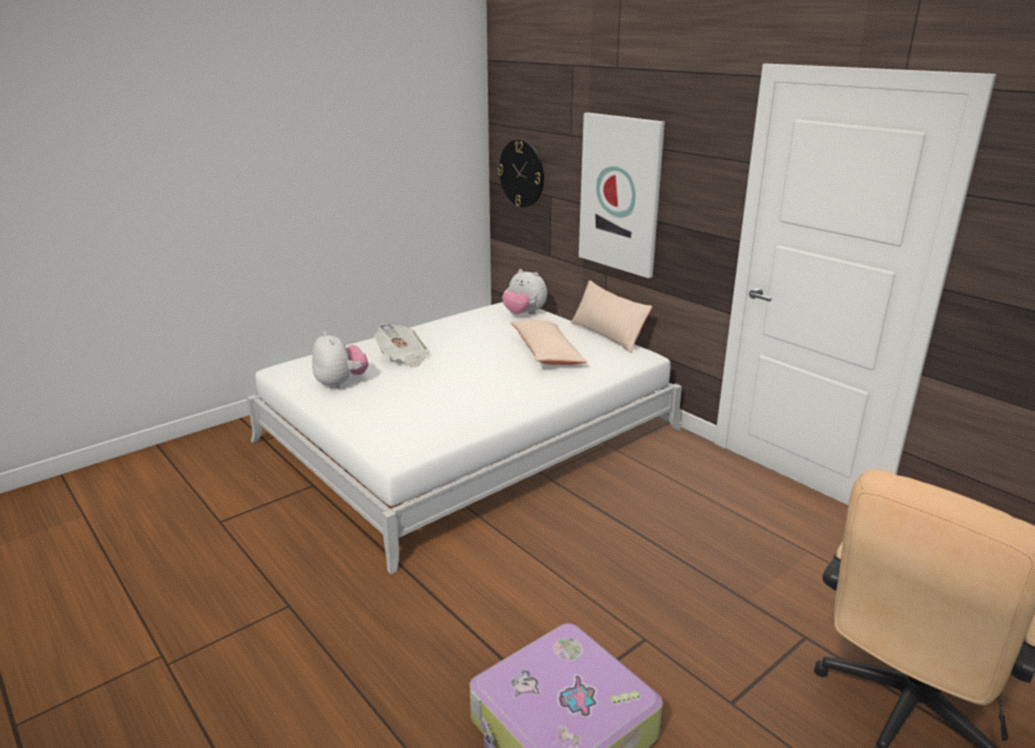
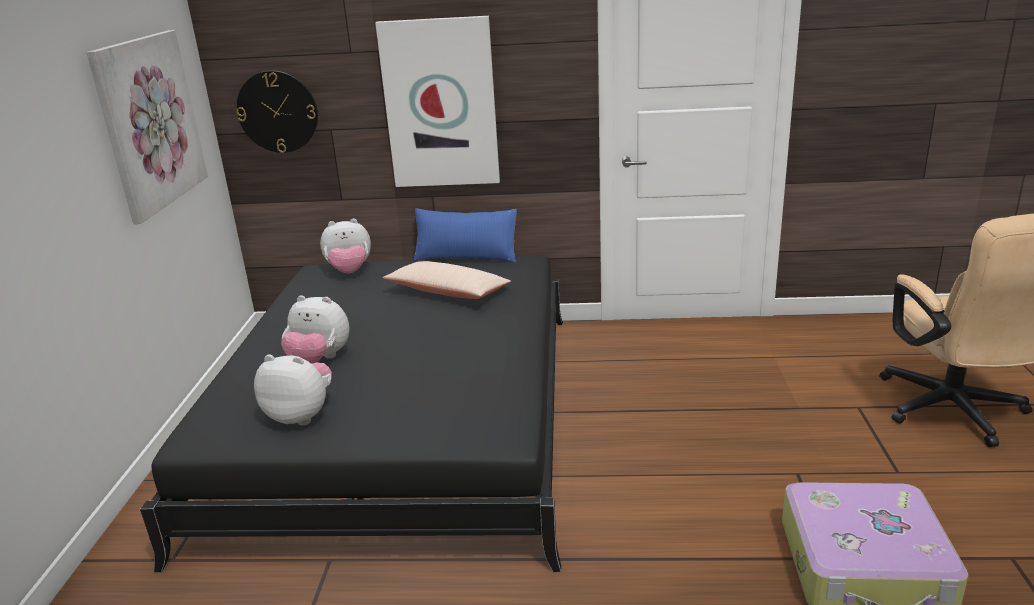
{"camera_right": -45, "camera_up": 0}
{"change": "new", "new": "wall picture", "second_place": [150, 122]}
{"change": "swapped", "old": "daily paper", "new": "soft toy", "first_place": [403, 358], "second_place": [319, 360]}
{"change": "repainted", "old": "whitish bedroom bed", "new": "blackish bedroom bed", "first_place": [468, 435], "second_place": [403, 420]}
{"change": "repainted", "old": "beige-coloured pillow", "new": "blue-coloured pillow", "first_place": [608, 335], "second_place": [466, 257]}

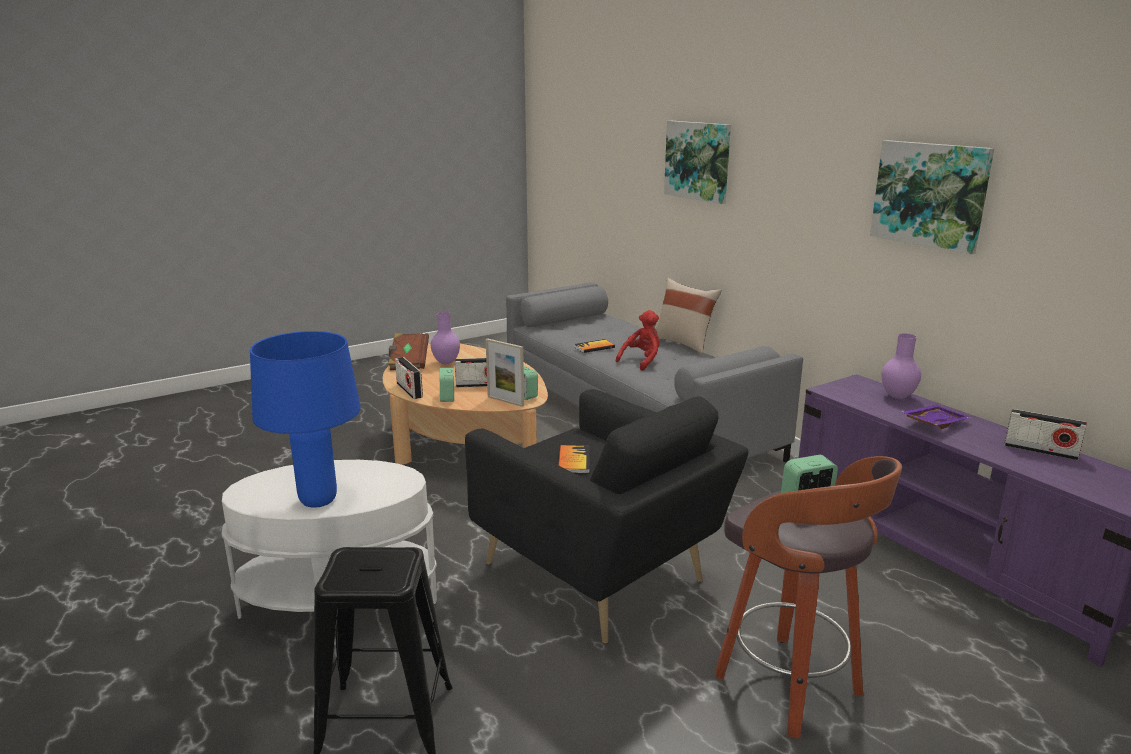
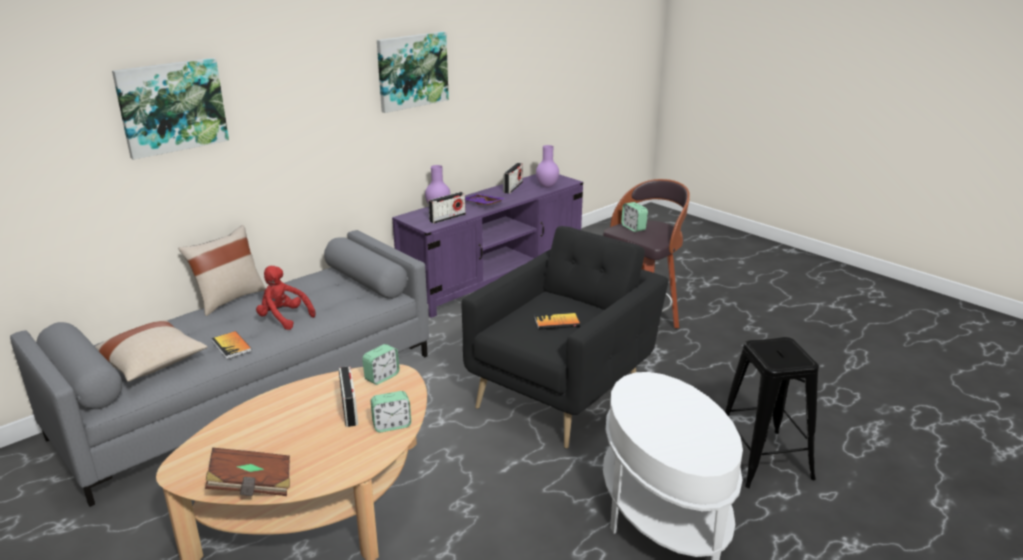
{"camera_right": -100, "camera_up": 5}
{"change": "gone", "old": "blue-coloured lamp for a table", "first_place": [319, 500]}
{"change": "gone", "old": "photo frame", "first_place": [505, 401]}
{"change": "new", "new": "beige-coloured pillow", "second_place": [151, 364]}
{"change": "shifted", "old": "radio receiver", "first_place": [409, 390], "second_place": [447, 218]}
{"change": "shifted", "old": "purple flower vase", "first_place": [445, 363], "second_place": [547, 186]}

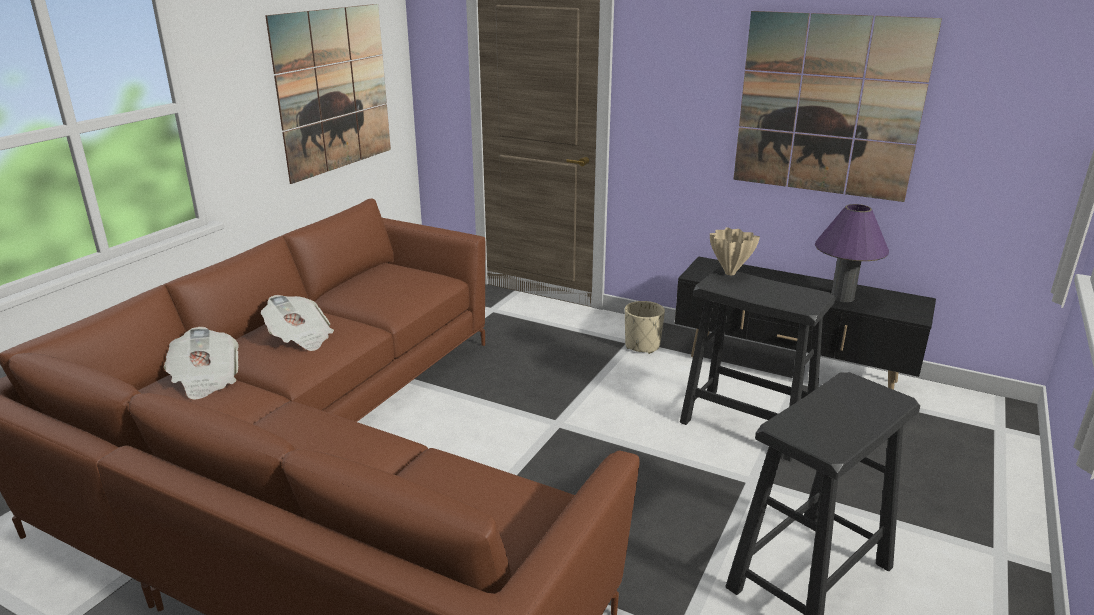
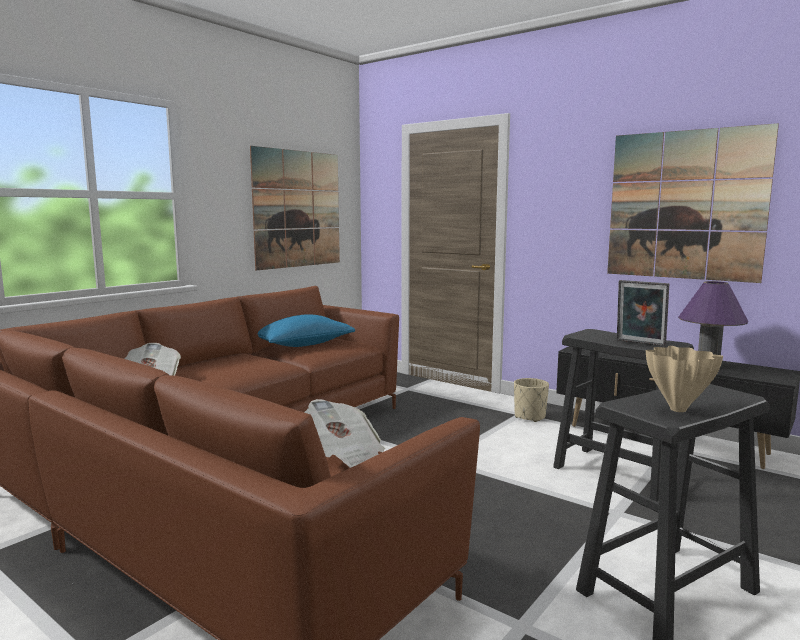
{"camera_right": 10, "camera_up": -15}
{"change": "new", "new": "blue-coloured pillow", "second_place": [303, 345]}
{"change": "new", "new": "photo frame", "second_place": [639, 343]}
{"change": "shifted", "old": "daily paper", "first_place": [300, 338], "second_place": [343, 455]}
{"change": "shifted", "old": "beige-coloured flower vase", "first_place": [729, 273], "second_place": [676, 409]}

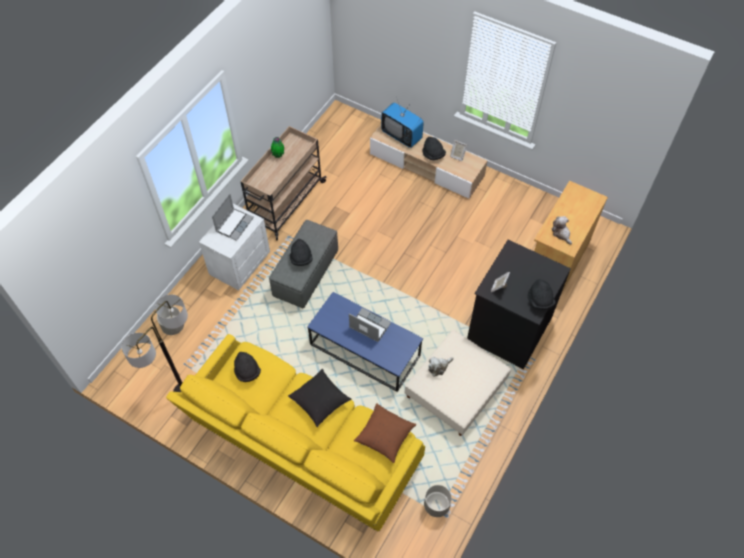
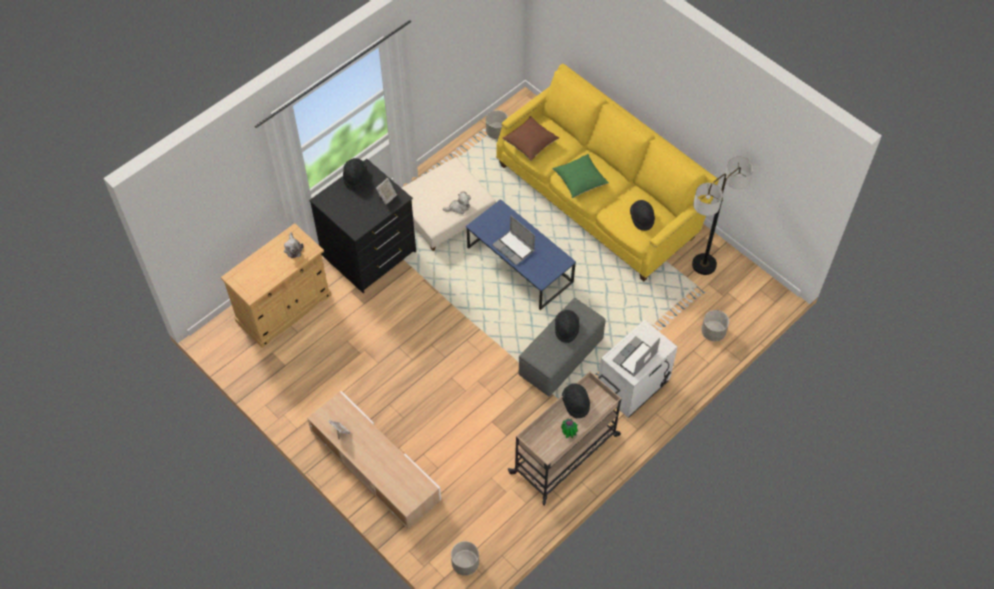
{"camera_right": -165, "camera_up": 0}
{"change": "gone", "old": "TV", "first_place": [401, 135]}
{"change": "new", "new": "gray planter", "second_place": [465, 564]}
{"change": "shifted", "old": "blackish clothing hat", "first_place": [433, 155], "second_place": [576, 403]}
{"change": "repainted", "old": "blackish pillow", "new": "greenish pillow", "first_place": [320, 401], "second_place": [580, 181]}

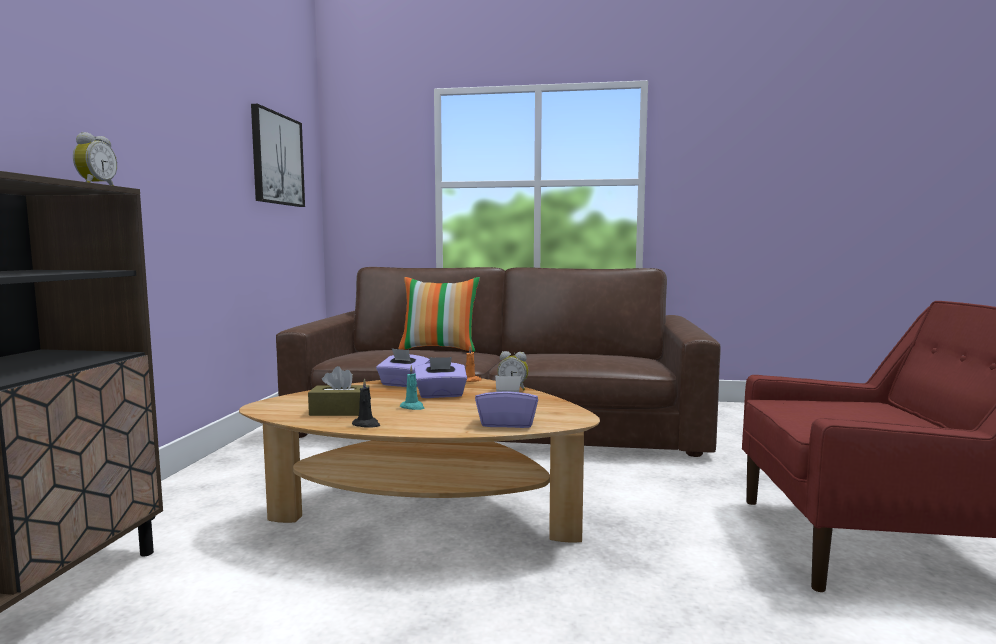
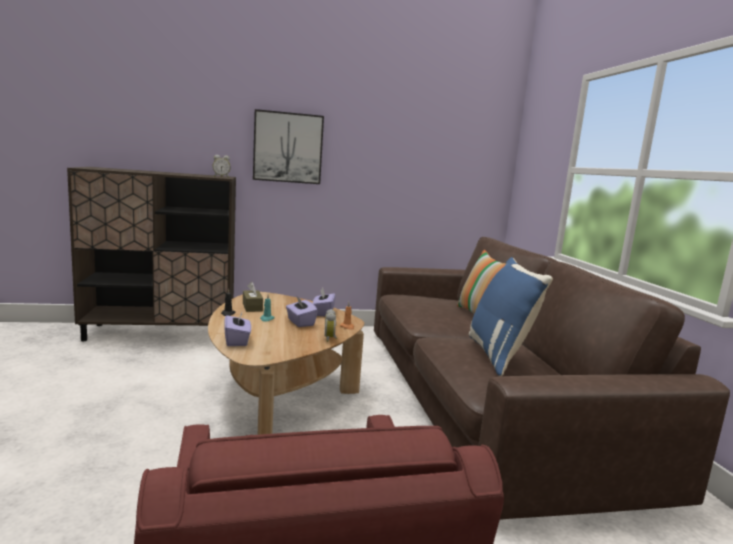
{"camera_right": 70, "camera_up": 5}
{"change": "new", "new": "blue-coloured pillow", "second_place": [499, 355]}
{"change": "shifted", "old": "wall picture", "first_place": [277, 159], "second_place": [288, 147]}

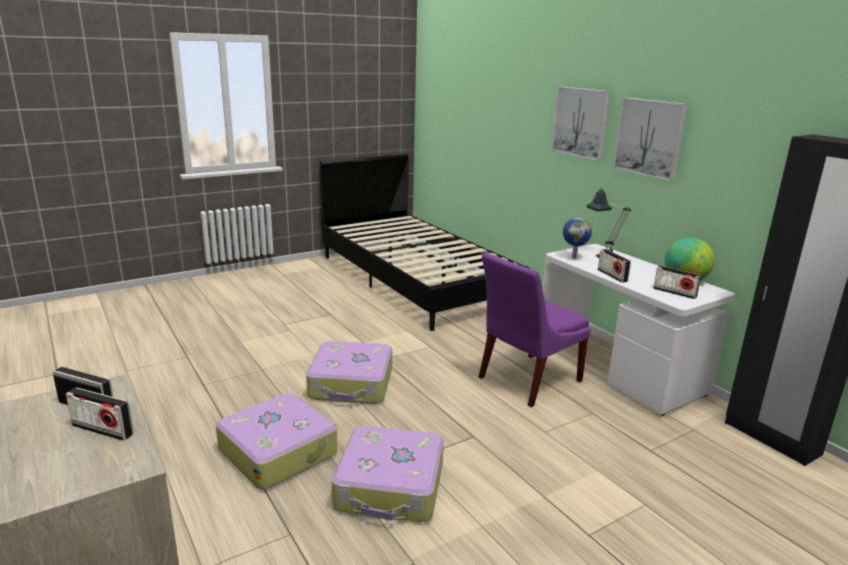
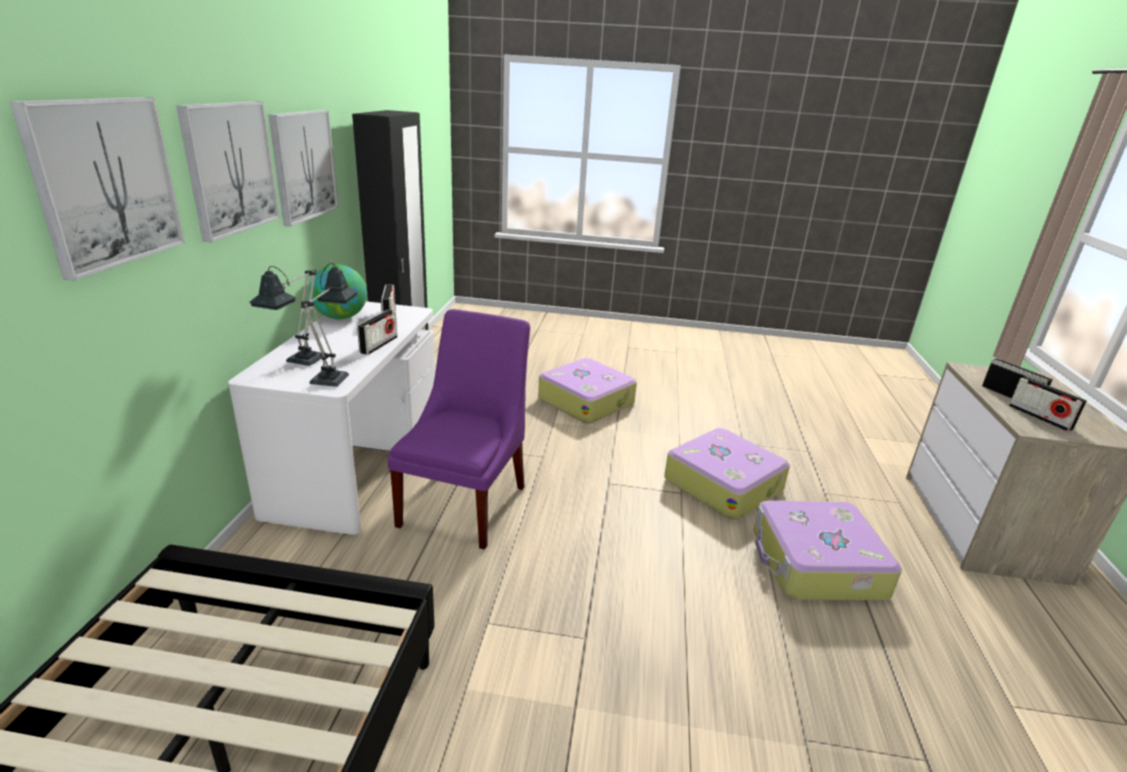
{"camera_right": -140, "camera_up": 5}
{"change": "new", "new": "wall picture", "second_place": [303, 165]}
{"change": "shifted", "old": "piece of luggage", "first_place": [352, 384], "second_place": [586, 401]}
{"change": "swapped", "old": "desk globe", "new": "lamp for a table", "first_place": [574, 257], "second_place": [333, 377]}
{"change": "rotated", "old": "purple upright chair", "first_place": [526, 380], "second_place": [466, 502], "degrees": -75}

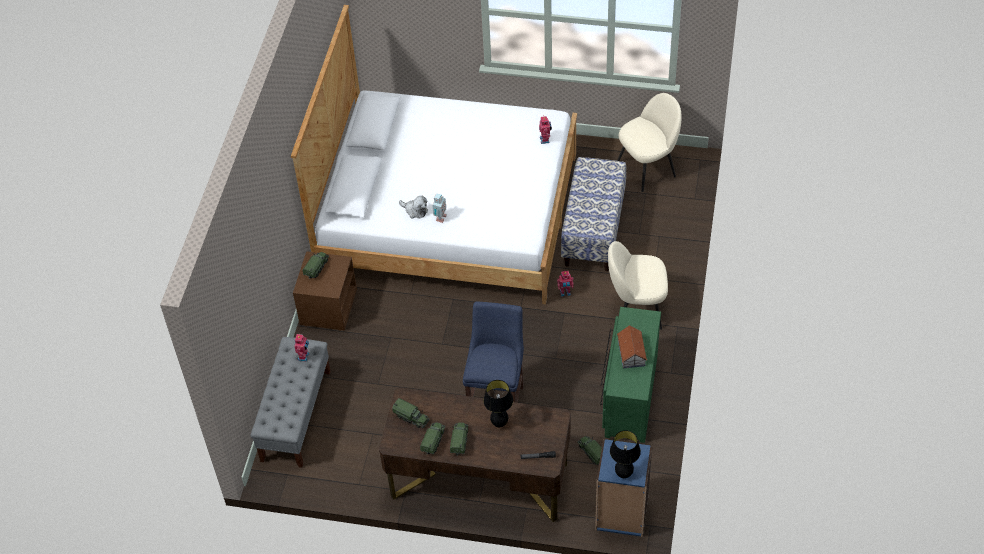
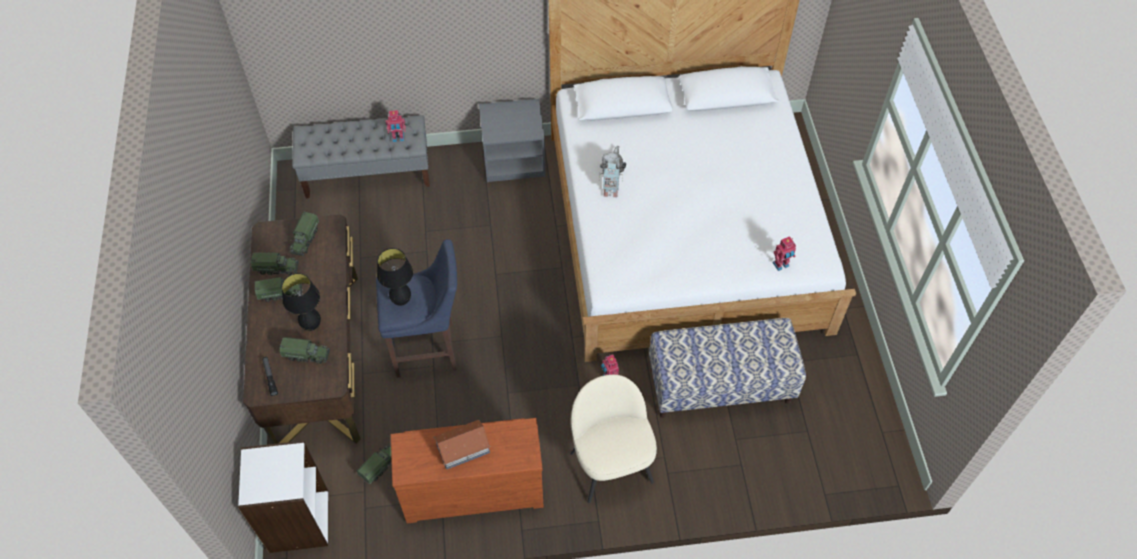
{"camera_right": 70, "camera_up": 5}
{"change": "gone", "old": "beige-coloured upright chair", "first_place": [648, 168]}
{"change": "shifted", "old": "model truck", "first_place": [316, 267], "second_place": [306, 354]}
{"change": "shifted", "old": "blackish lamp for a table", "first_place": [623, 474], "second_place": [401, 301]}
{"change": "repainted", "old": "brown-coloured night table", "new": "gray night table", "first_place": [328, 306], "second_place": [514, 159]}
{"change": "repainted", "old": "blue-coloured bookcase", "new": "whitish bookcase", "first_place": [621, 514], "second_place": [298, 521]}
{"change": "repainted", "old": "greenish drawer chest", "new": "brown-coloured drawer chest", "first_place": [628, 395], "second_place": [473, 487]}

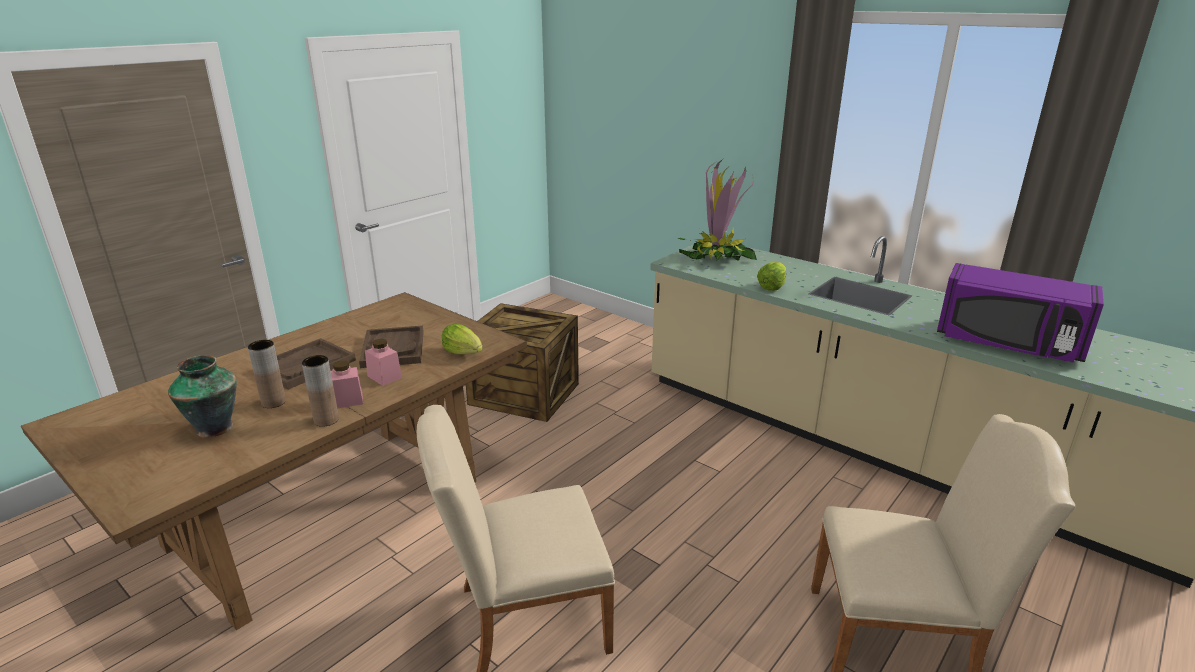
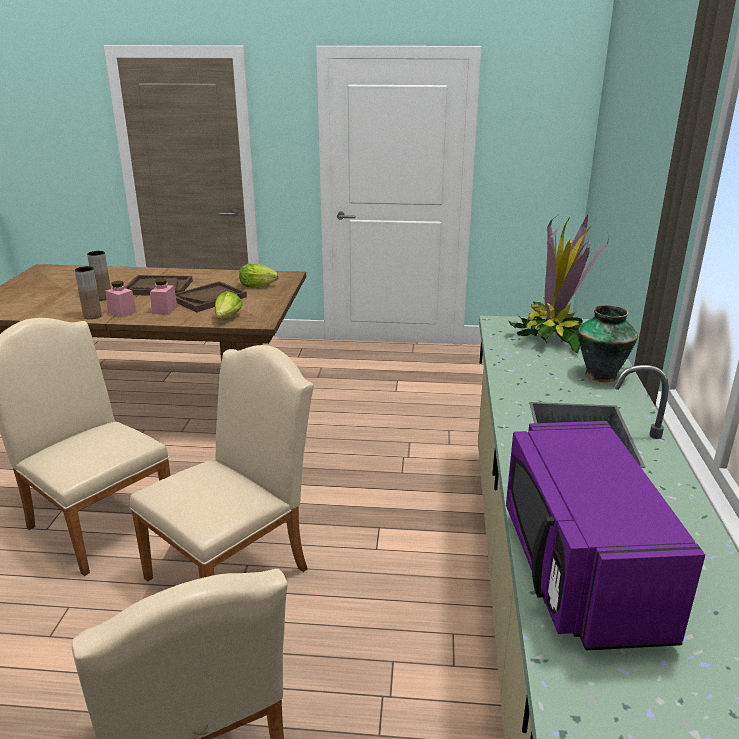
{"camera_right": 55, "camera_up": 0}
{"change": "gone", "old": "crate", "first_place": [525, 393]}
{"change": "new", "new": "beige-coloured upright chair", "second_place": [236, 568]}
{"change": "shifted", "old": "flower vase", "first_place": [215, 427], "second_place": [602, 375]}
{"change": "shifted", "old": "head of lettuce", "first_place": [771, 287], "second_place": [257, 286]}

